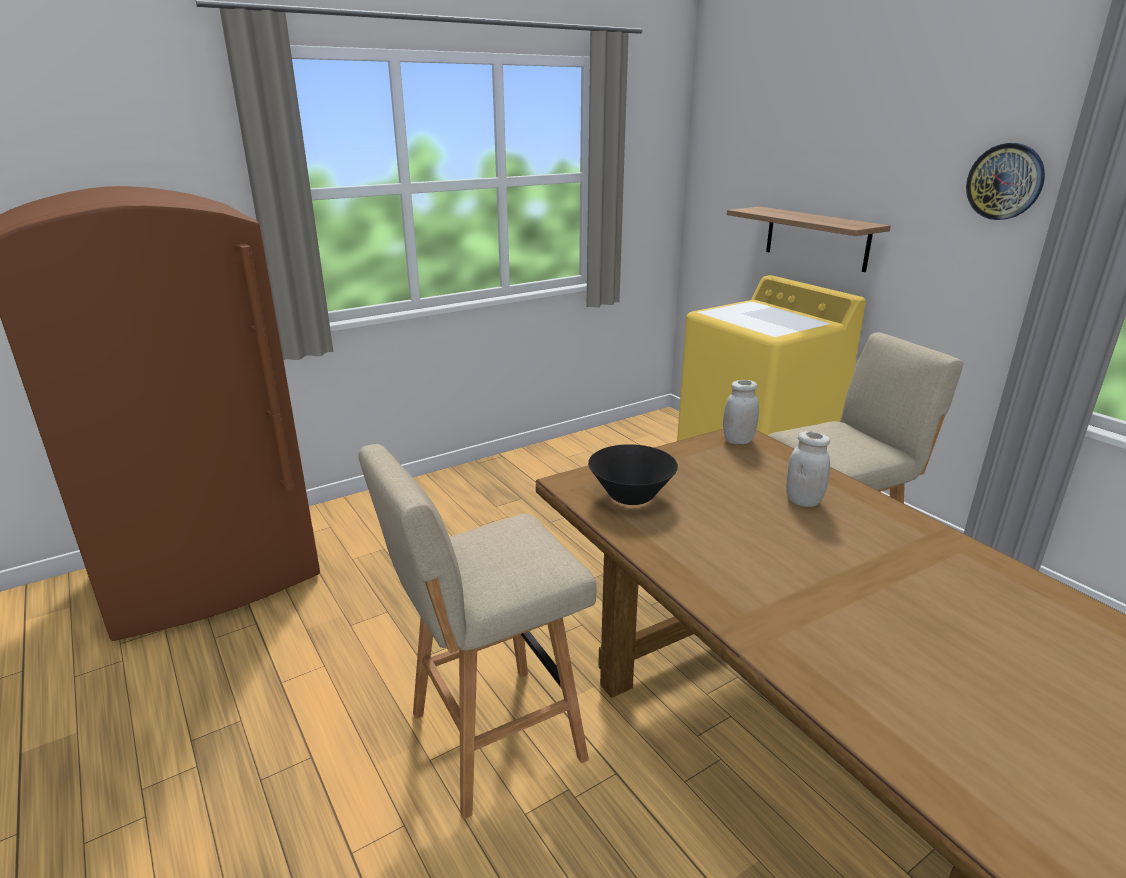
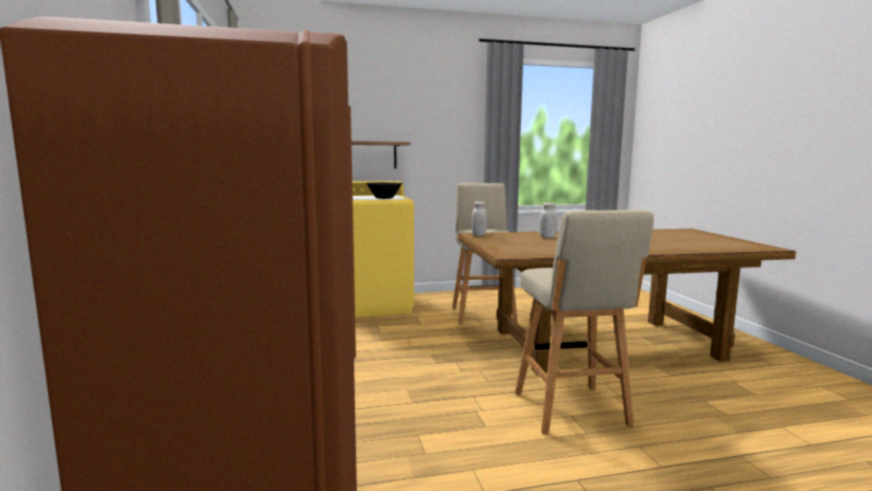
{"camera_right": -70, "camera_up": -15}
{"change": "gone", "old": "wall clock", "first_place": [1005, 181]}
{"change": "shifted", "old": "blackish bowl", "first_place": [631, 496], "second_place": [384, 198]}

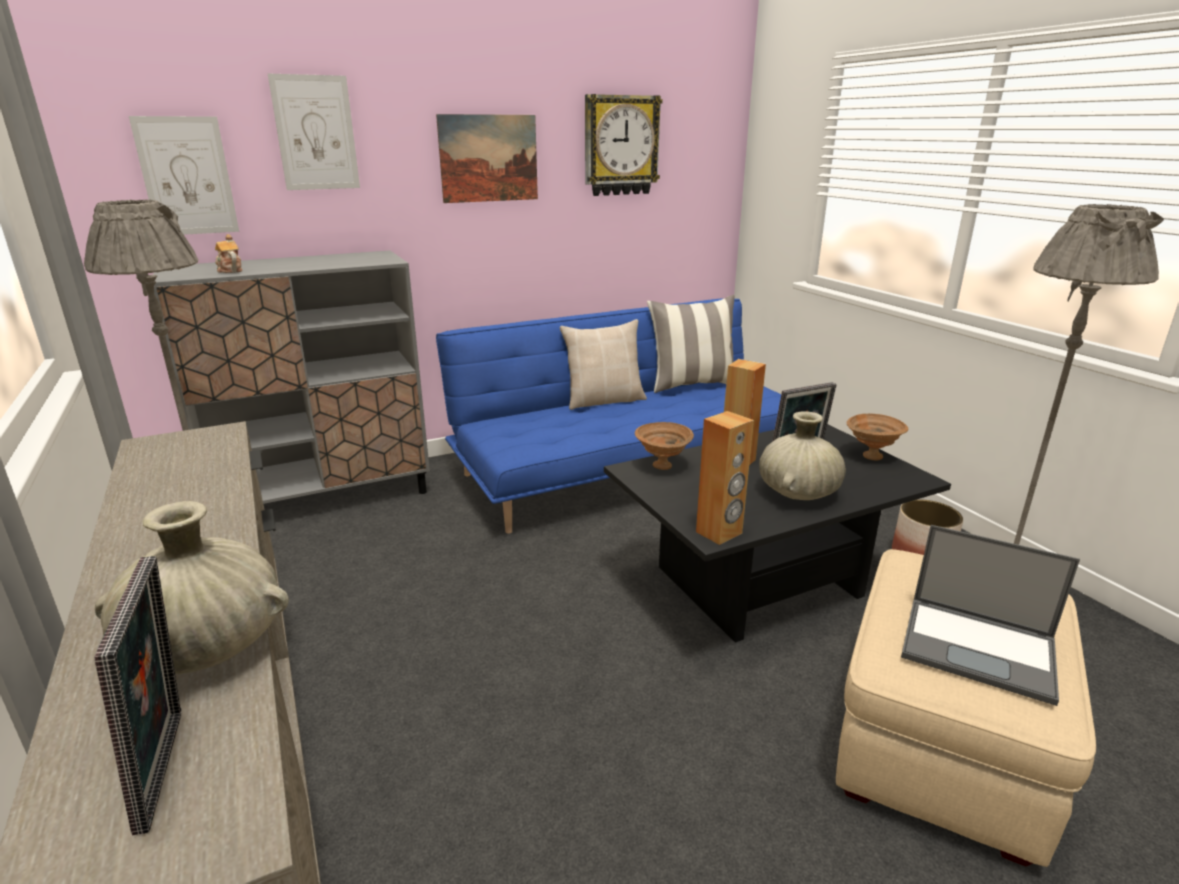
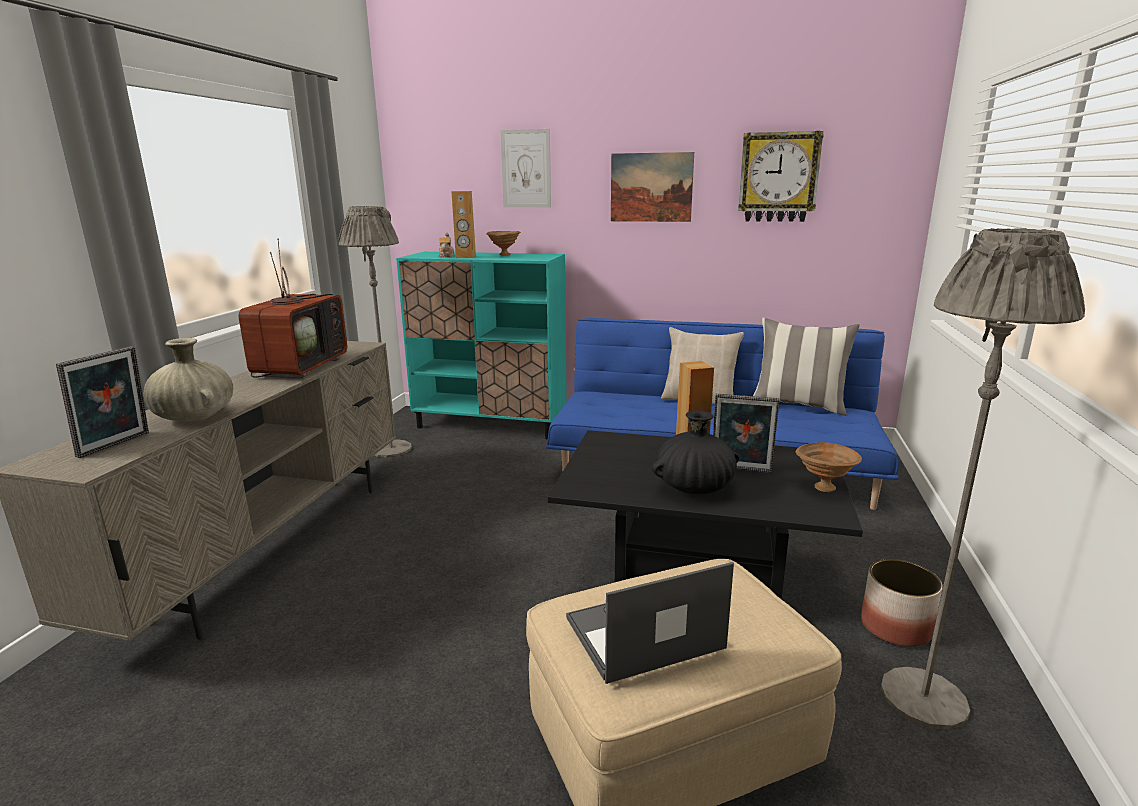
{"camera_right": 40, "camera_up": -5}
{"change": "gone", "old": "wall picture", "first_place": [186, 176]}
{"change": "new", "new": "TV", "second_place": [300, 366]}
{"change": "shifted", "old": "brown-coloured bowl", "first_place": [663, 466], "second_place": [504, 255]}
{"change": "shifted", "old": "brown-coloured loudspeaker", "first_place": [719, 533], "second_place": [465, 257]}
{"change": "repainted", "old": "gray cupboard", "new": "blue-green cupboard", "first_place": [325, 497], "second_place": [491, 424]}
{"change": "repainted", "old": "beige-coloured flower vase", "new": "blackish flower vase", "first_place": [797, 493], "second_place": [694, 488]}
{"change": "rotated", "old": "portable computer", "first_place": [980, 648], "second_place": [642, 634], "degrees": 90}

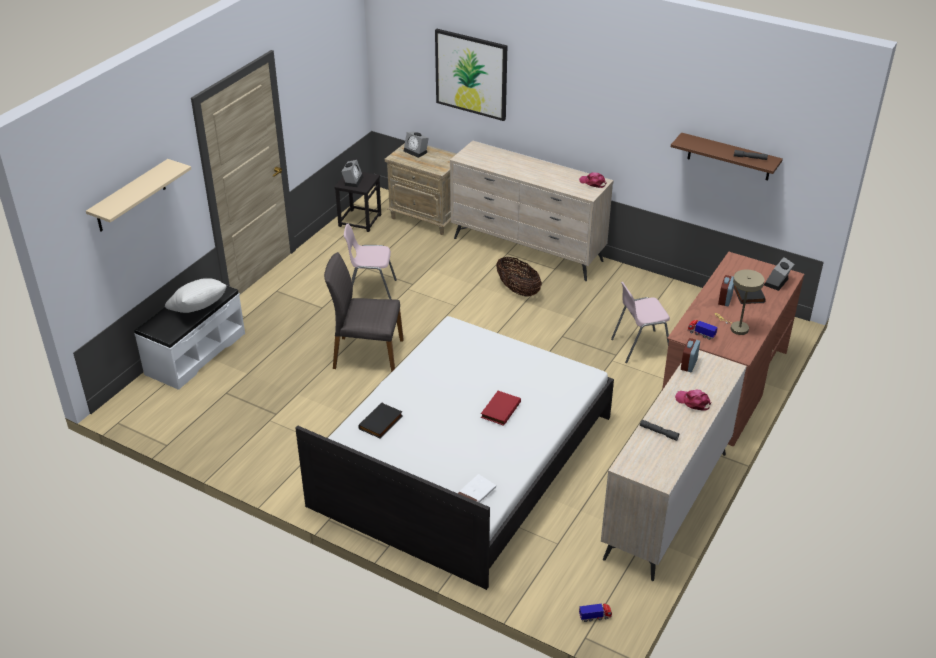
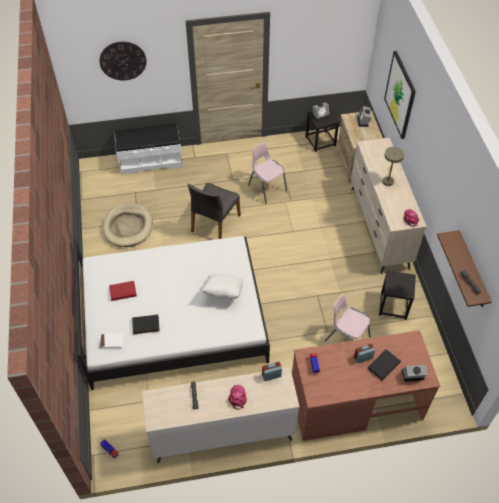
{"camera_right": 50, "camera_up": 15}
{"change": "gone", "old": "storage basket", "first_place": [518, 290]}
{"change": "new", "new": "beige-coloured dog cushion", "second_place": [128, 226]}
{"change": "new", "new": "blackish sitting stool", "second_place": [393, 306]}
{"change": "shifted", "old": "whitish pillow", "first_place": [199, 310], "second_place": [223, 294]}
{"change": "shifted", "old": "blackish book", "first_place": [381, 423], "second_place": [145, 326]}
{"change": "shifted", "old": "red book", "first_place": [500, 409], "second_place": [123, 291]}
{"change": "shifted", "old": "beige-coloured lamp for a table", "first_place": [736, 328], "second_place": [388, 180]}
{"change": "swapped", "old": "beige-coloured wall shelf", "new": "wall clock", "first_place": [130, 196], "second_place": [123, 61]}
{"change": "rotated", "old": "gray upright chair", "first_place": [367, 354], "second_place": [214, 223], "degrees": -120}

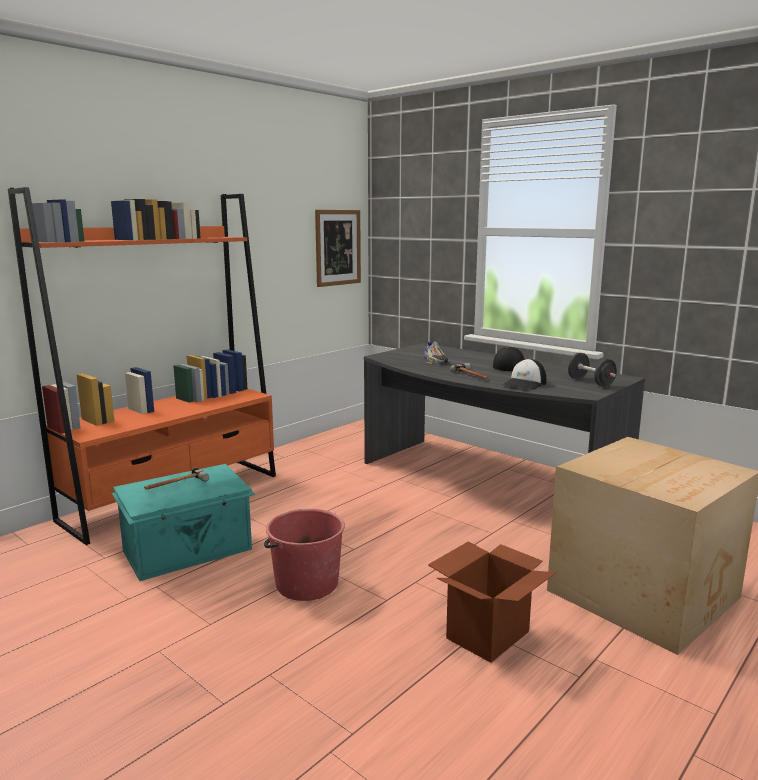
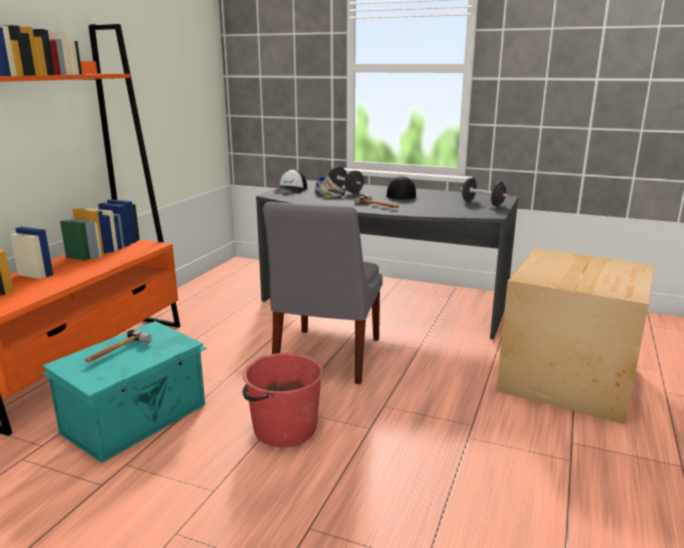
{"camera_right": -20, "camera_up": 5}
{"change": "gone", "old": "wall picture", "first_place": [337, 247]}
{"change": "gone", "old": "packing box", "first_place": [488, 634]}
{"change": "new", "new": "gray upright chair", "second_place": [326, 357]}
{"change": "new", "new": "blackish hand weight", "second_place": [345, 190]}
{"change": "shifted", "old": "baseball cap", "first_place": [525, 384], "second_place": [291, 190]}

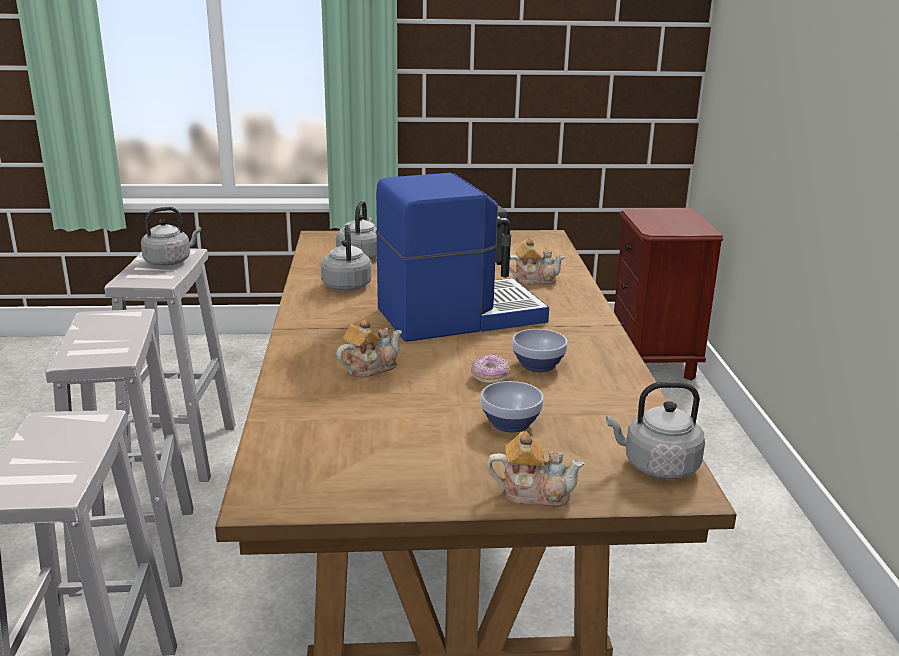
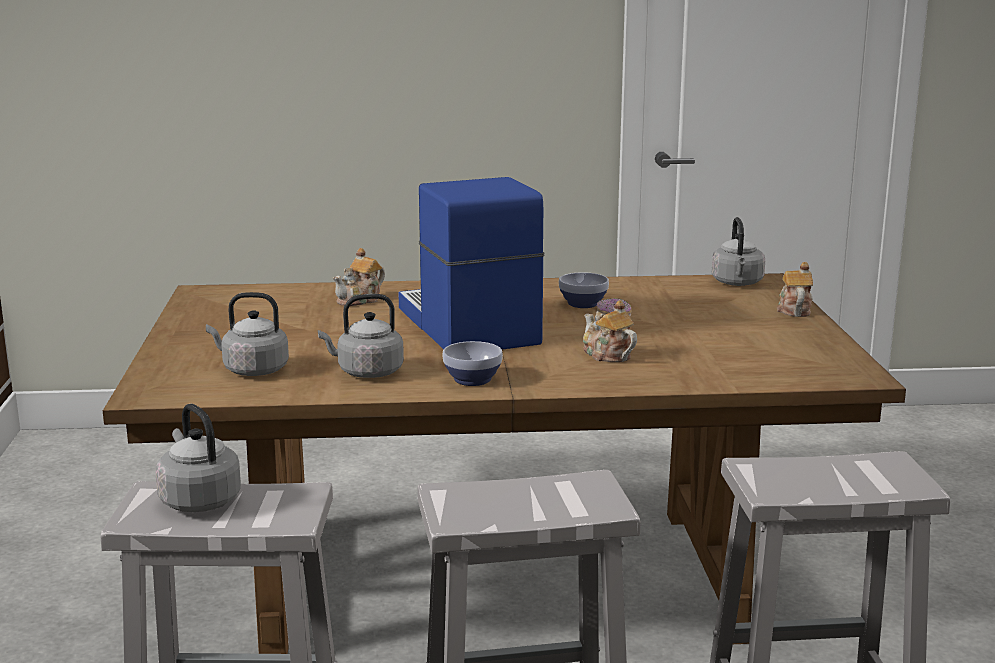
{"camera_right": -90, "camera_up": -5}
{"change": "gone", "old": "brown-coloured night table", "first_place": [652, 361]}
{"change": "shifted", "old": "bowl", "first_place": [511, 424], "second_place": [474, 380]}
{"change": "rotated", "old": "teapot", "first_place": [534, 280], "second_place": [360, 300], "degrees": -135}

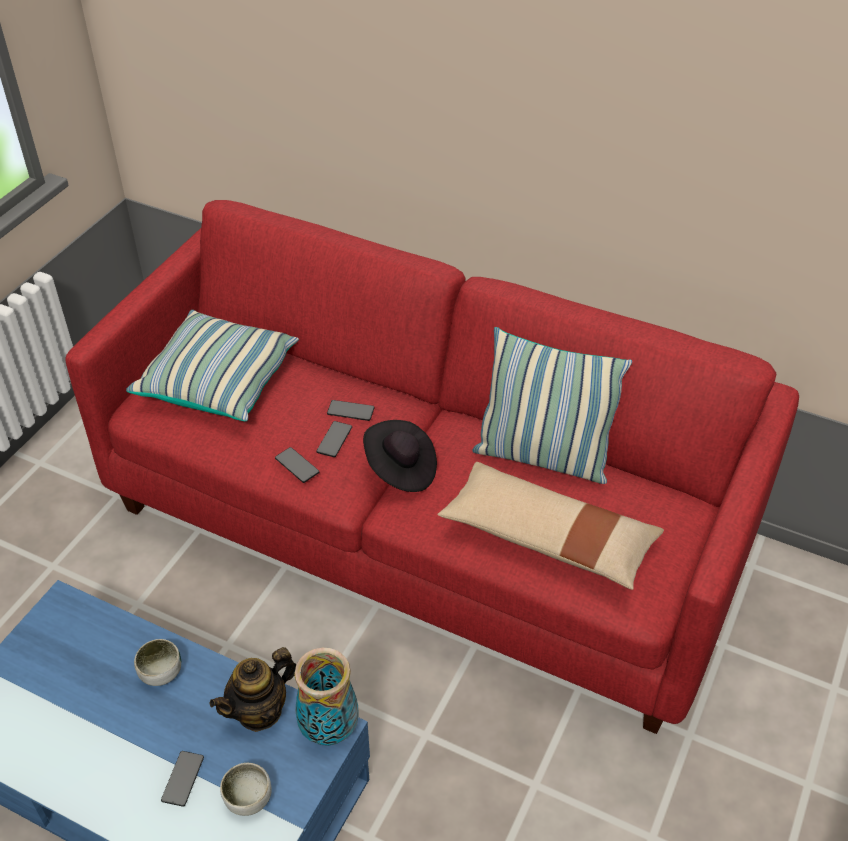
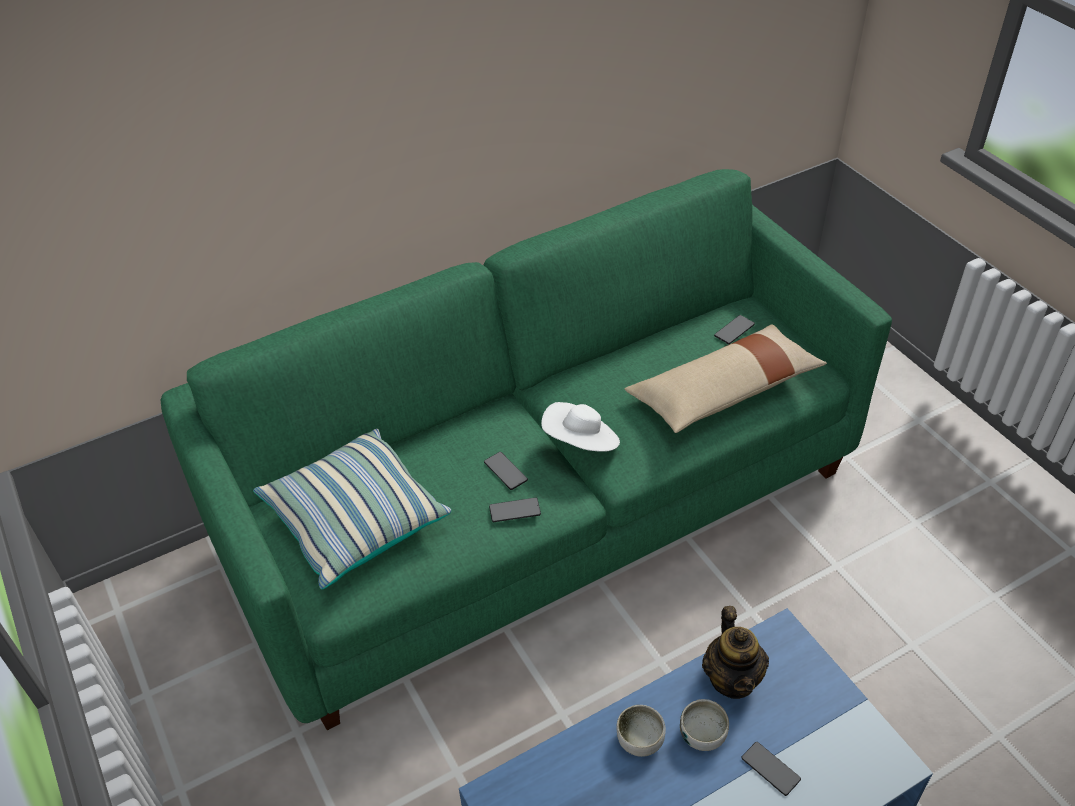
{"camera_right": -55, "camera_up": 0}
{"change": "gone", "old": "flower vase", "first_place": [330, 729]}
{"change": "gone", "old": "pillow", "first_place": [542, 456]}
{"change": "shifted", "old": "bowl", "first_place": [248, 798], "second_place": [702, 734]}
{"change": "shifted", "old": "telephone", "first_place": [350, 411], "second_place": [734, 330]}
{"change": "repainted", "old": "red settee", "new": "greenish settee", "first_place": [426, 525], "second_place": [541, 506]}
{"change": "repainted", "old": "blackish clothing hat", "new": "whitish clothing hat", "first_place": [400, 469], "second_place": [581, 443]}

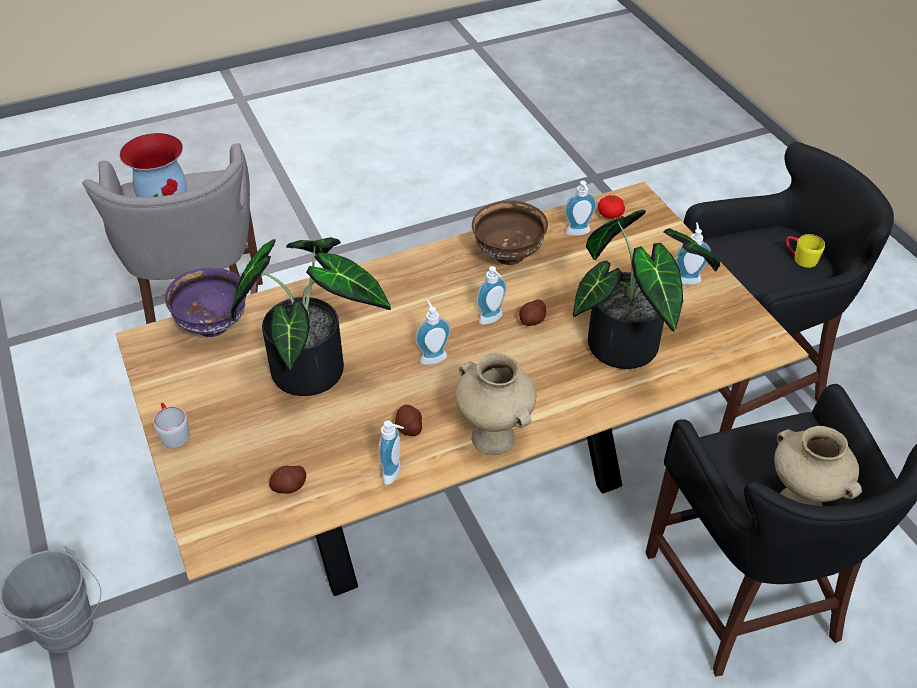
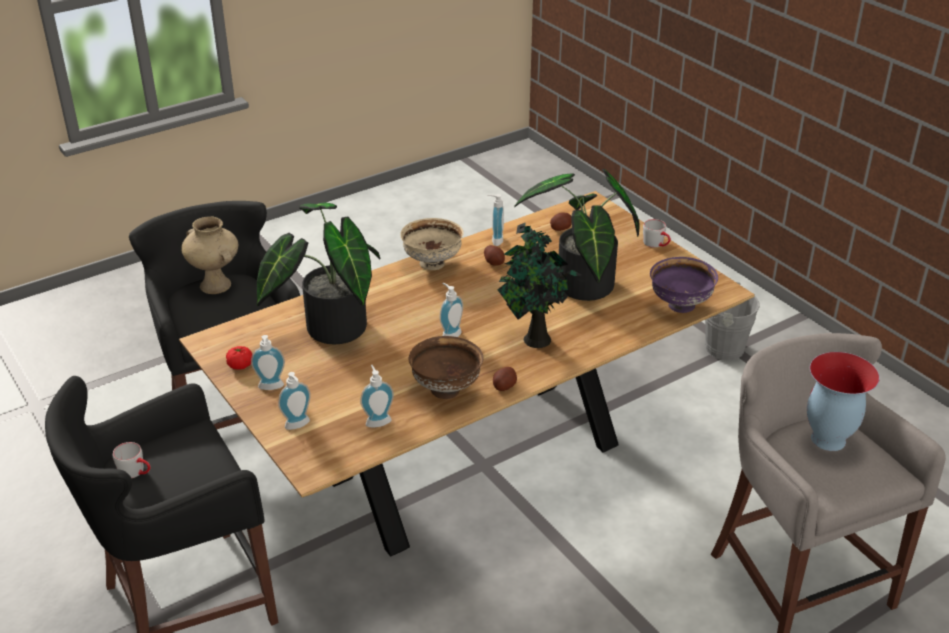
{"camera_right": 170, "camera_up": -10}
{"change": "new", "new": "houseplant", "second_place": [534, 340]}
{"change": "shifted", "old": "soap dispenser", "first_place": [432, 356], "second_place": [298, 426]}
{"change": "shifted", "old": "whole potato", "first_place": [532, 320], "second_place": [504, 386]}
{"change": "shifted", "old": "tomato", "first_place": [610, 214], "second_place": [240, 365]}
{"change": "swapped", "old": "beige-coloured flower vase", "new": "beige-coloured bowl", "first_place": [495, 438], "second_place": [432, 263]}
{"change": "repainted", "old": "yellow-coloured mug", "new": "gray mug", "first_place": [800, 258], "second_place": [136, 472]}

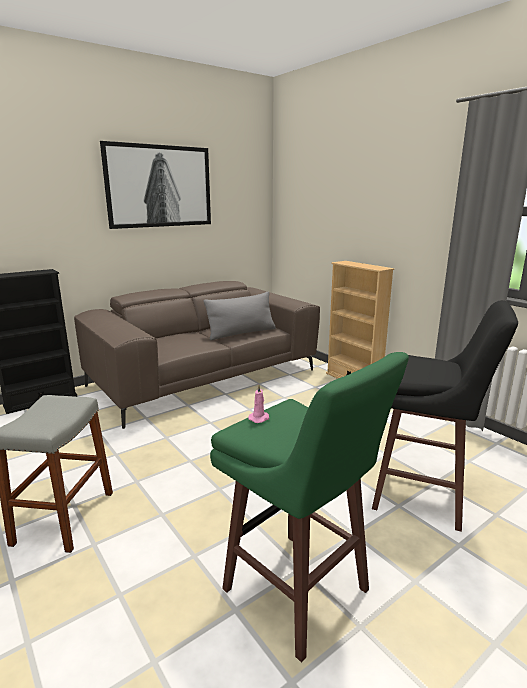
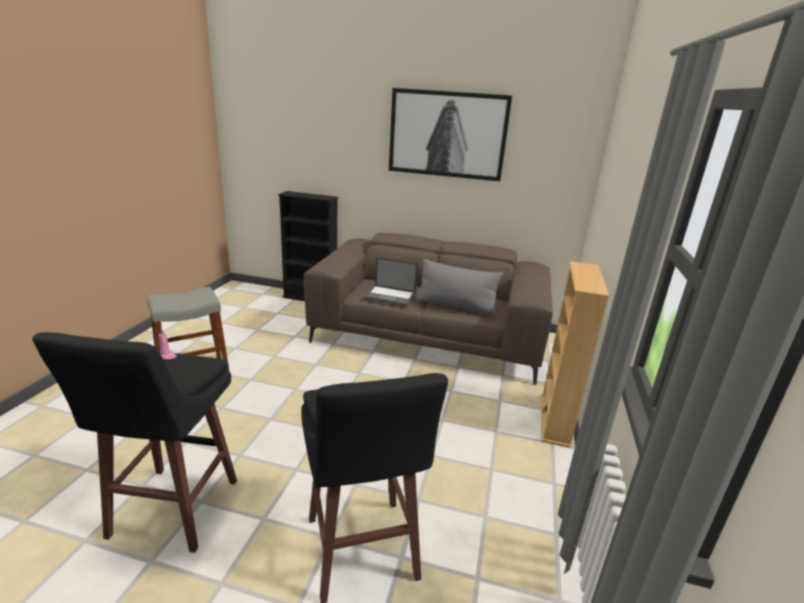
{"camera_right": 50, "camera_up": 5}
{"change": "new", "new": "portable computer", "second_place": [391, 296]}
{"change": "repainted", "old": "greenish sitting stool", "new": "blackish sitting stool", "first_place": [298, 593], "second_place": [172, 511]}

